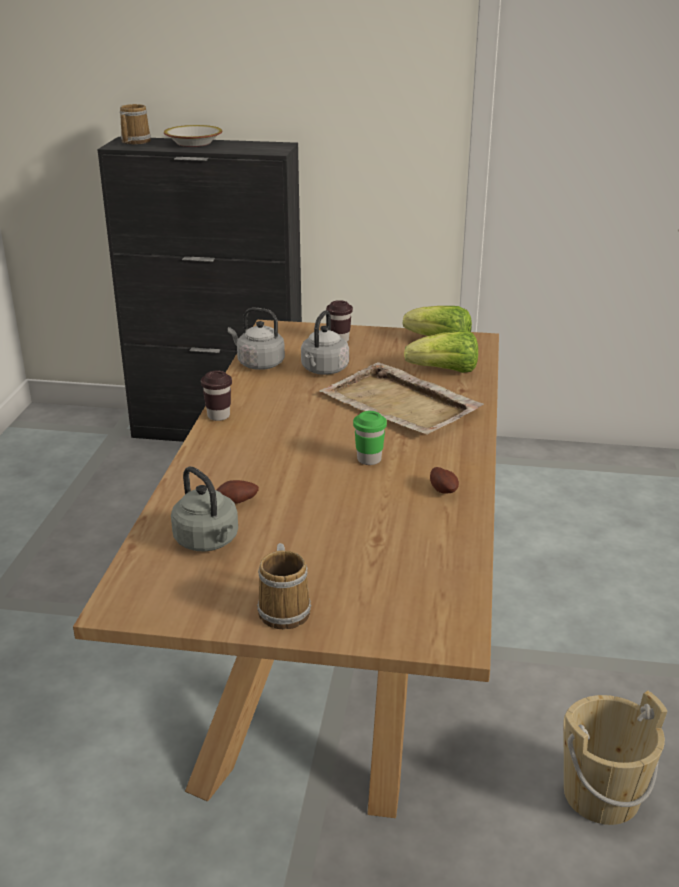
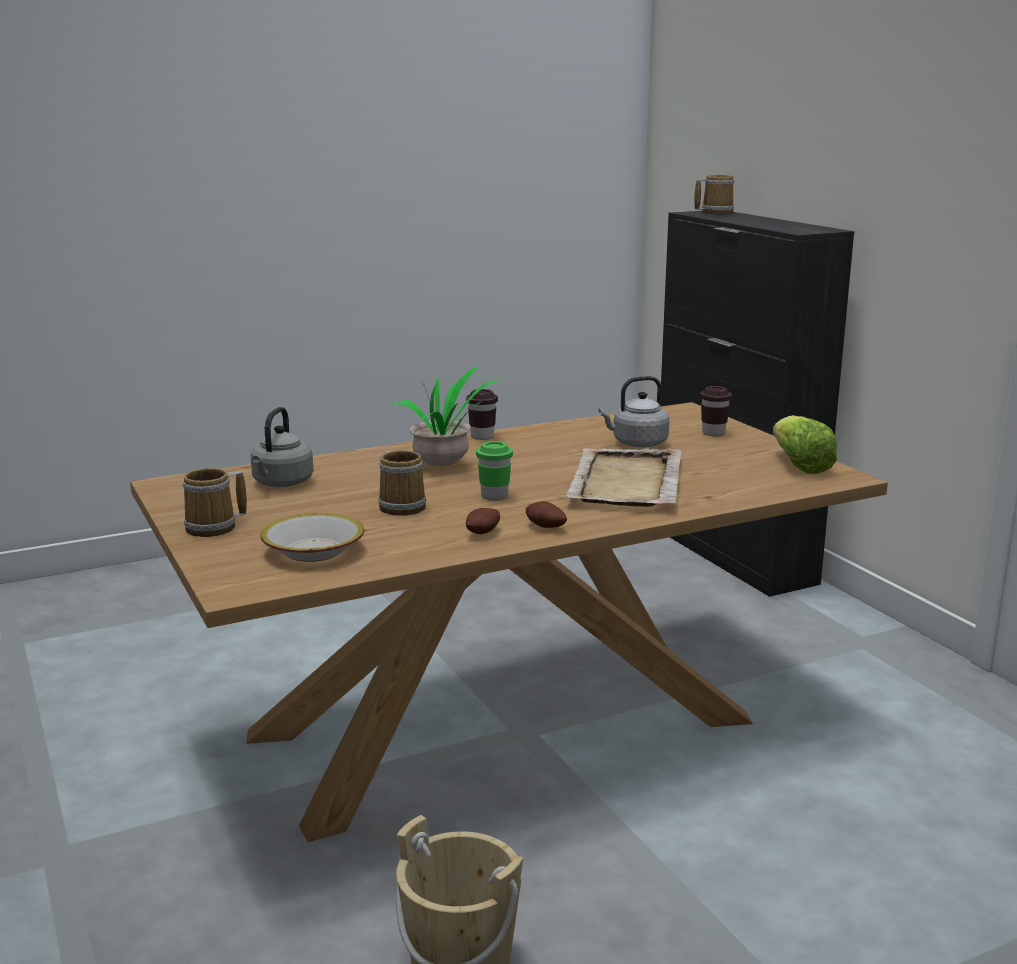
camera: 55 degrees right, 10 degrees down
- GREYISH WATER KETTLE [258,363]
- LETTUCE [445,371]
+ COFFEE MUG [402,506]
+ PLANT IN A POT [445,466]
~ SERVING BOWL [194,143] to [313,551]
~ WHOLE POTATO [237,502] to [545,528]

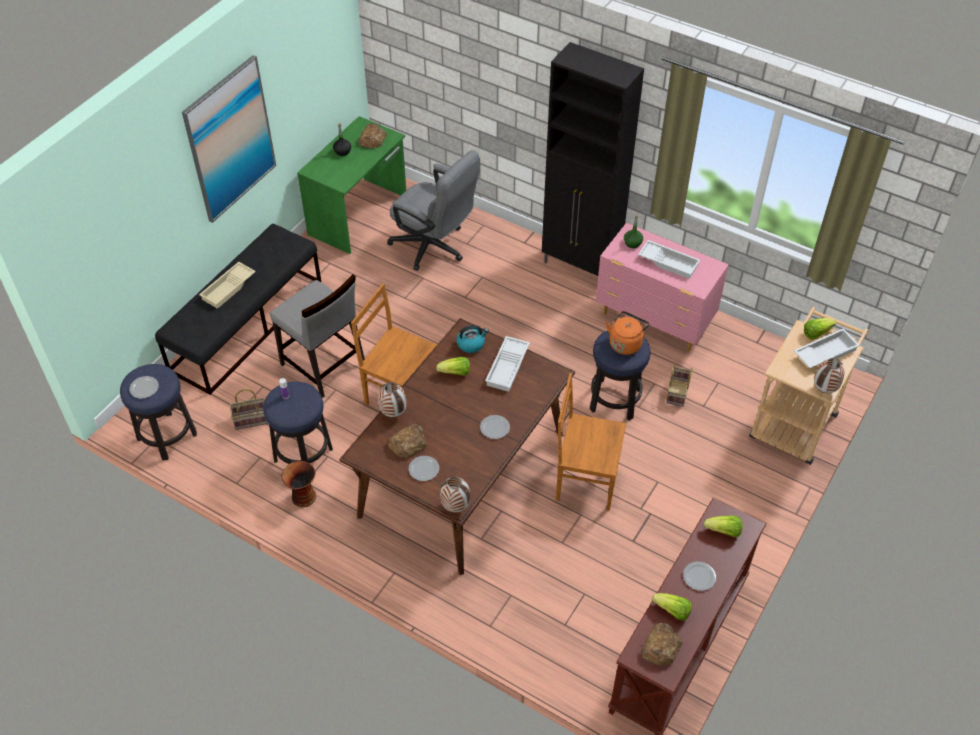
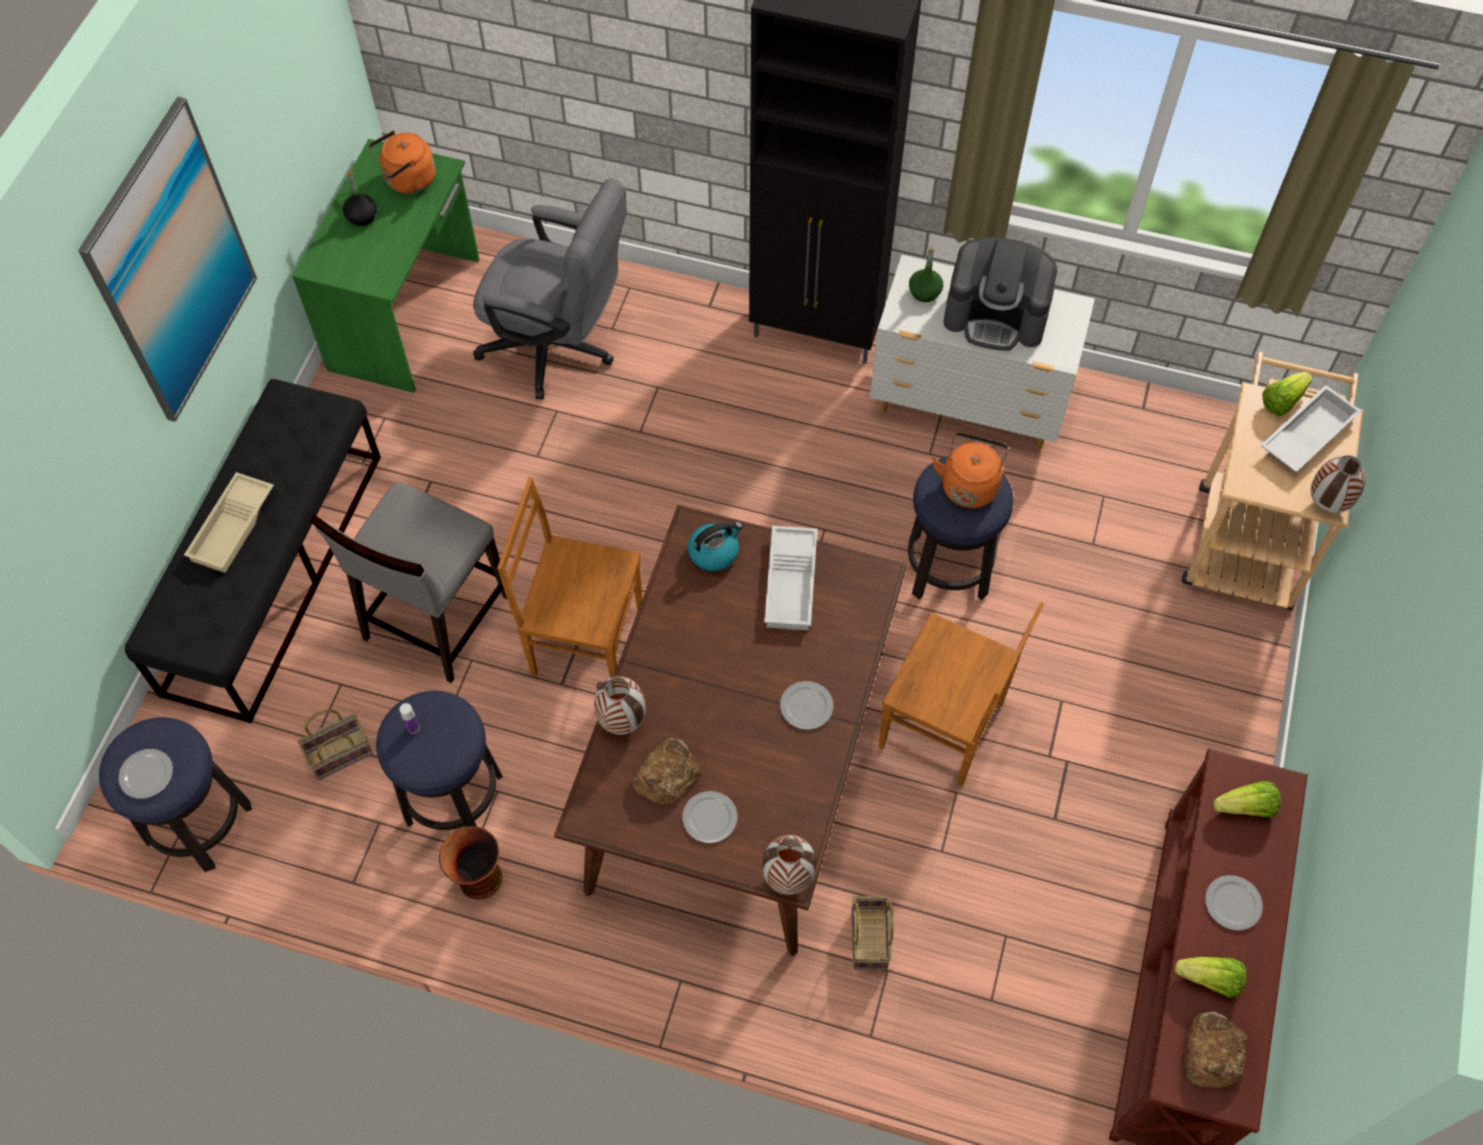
camera: 15 degrees left, 10 degrees up
- LETTUCE [455,373]
~ HOUSEHOLD BASKET [678,393] to [870,941]
~ BAKERY BREAD [372,139] to ORANGE WATER KETTLE [408,181]
~ WHITE-COLOURED SERVING TRAY [669,262] to COFFEE MAKER [996,315]
~ PINK DRESSER [654,321] to WHITE-COLOURED DRESSER [969,407]
~ GREYISH UPRIGHT CHAIR [323,365] = [435,618] 90 degrees clockwise
~ BROWN-COLOURED UPRIGHT CHAIR [585,480] = [944,727] 150 degrees counterclockwise

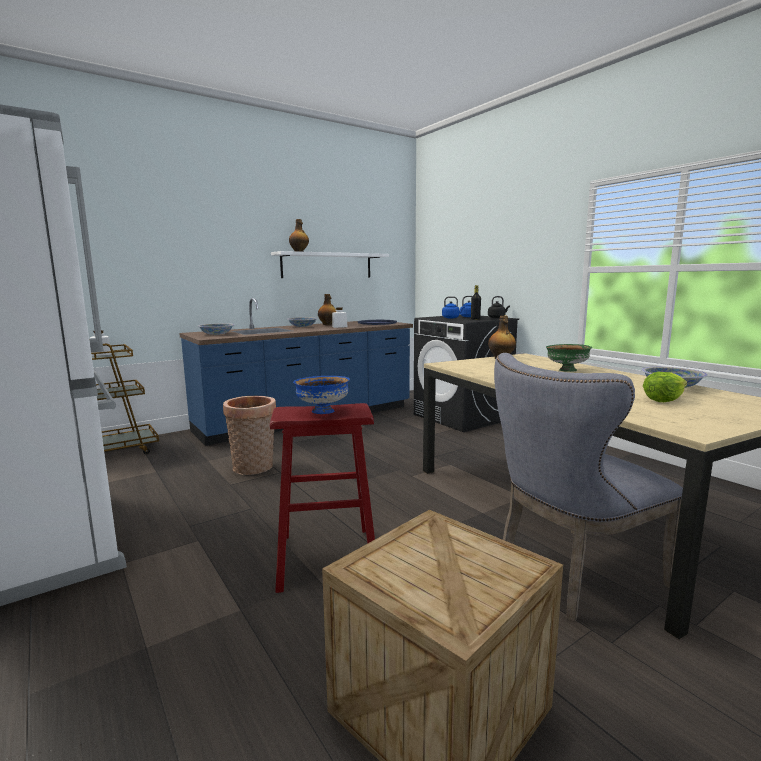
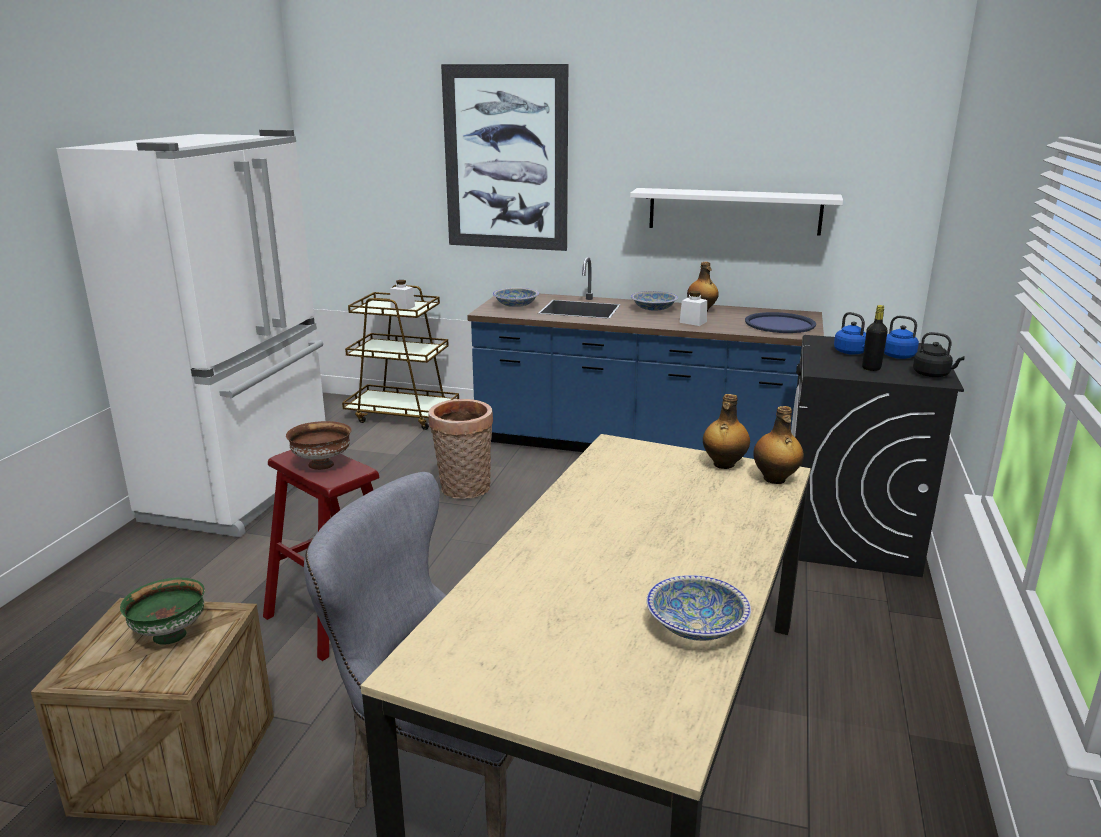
camera: 50 degrees right, 10 degrees up
- LETTUCE [663,399]
+ WALL PICTURE [505,159]
~ BEVERAGE BOTTLE [299,252] to [775,479]
~ GREEN-COLOURED SERVING BOWL [566,370] to [169,635]
~ BLUISH SERVING BOWL [322,411] to BROWN-COLOURED SERVING BOWL [321,464]

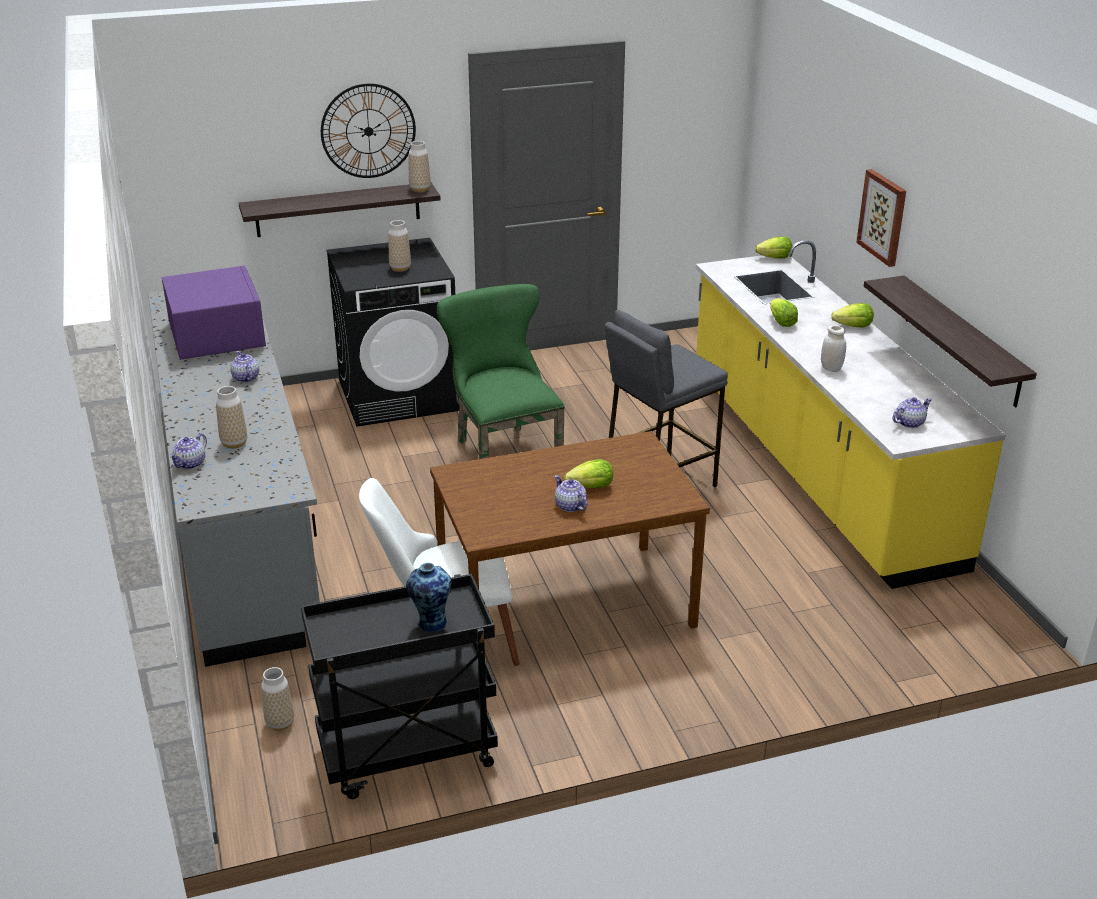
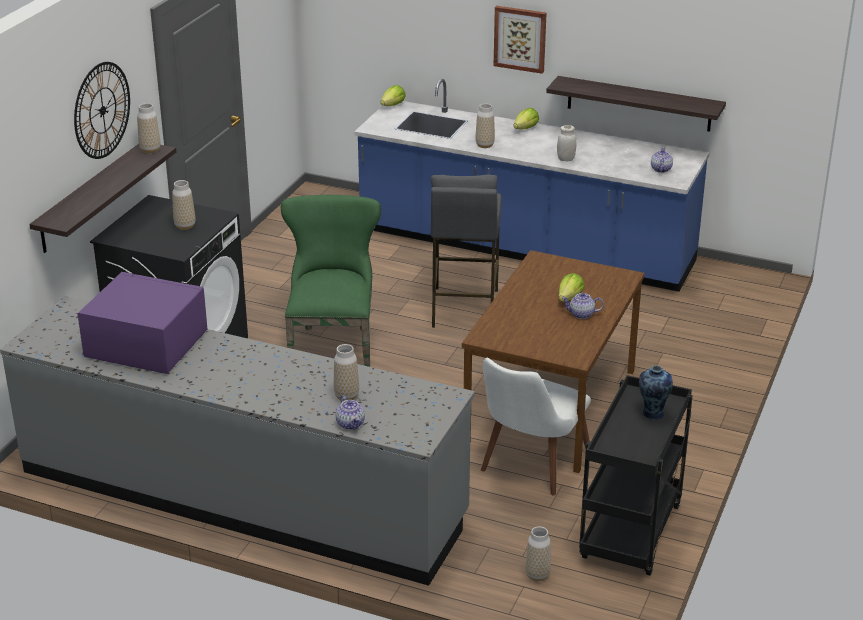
camera: 50 degrees left, 0 degrees up
- TEA POT [245,378]
~ LETTUCE [781,322] to VASE [484,145]
~ YELLOWISH KITCHEN BASE UNIT [815,466] to BLUISH KITCHEN BASE UNIT [525,247]
~ GREEN-COLOURED UPRIGHT CHAIR [502,451] = [333,346] 75 degrees clockwise

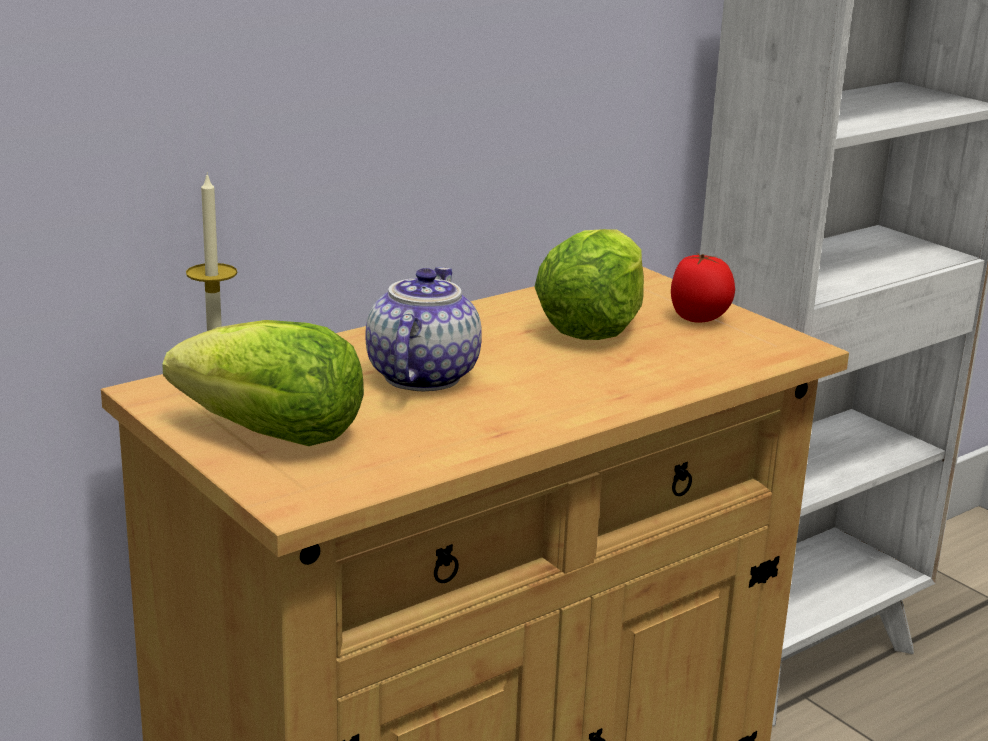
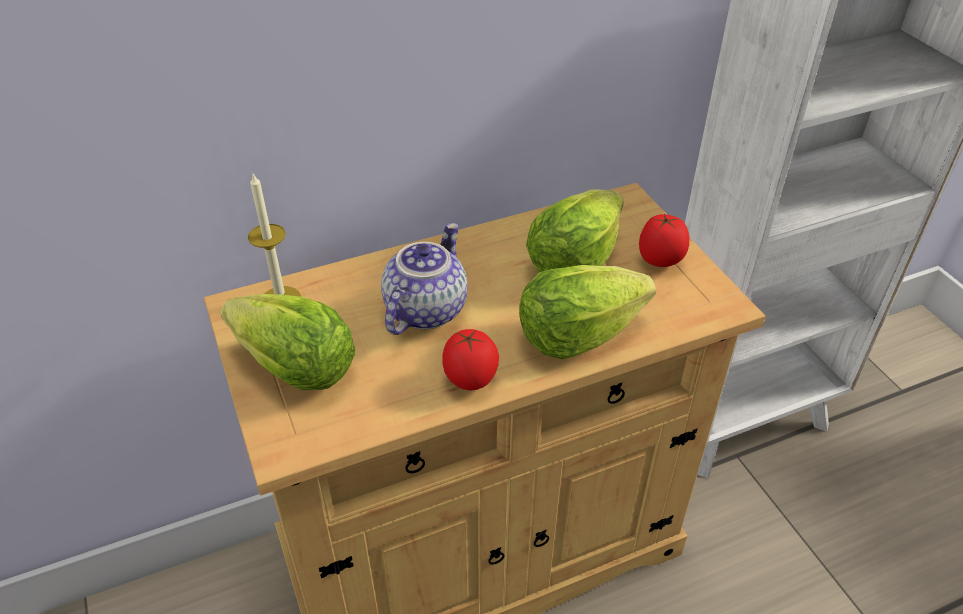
camera: 15 degrees right, 20 degrees up
+ FRESH TOMATO [470,380]
+ LETTUCE [577,335]

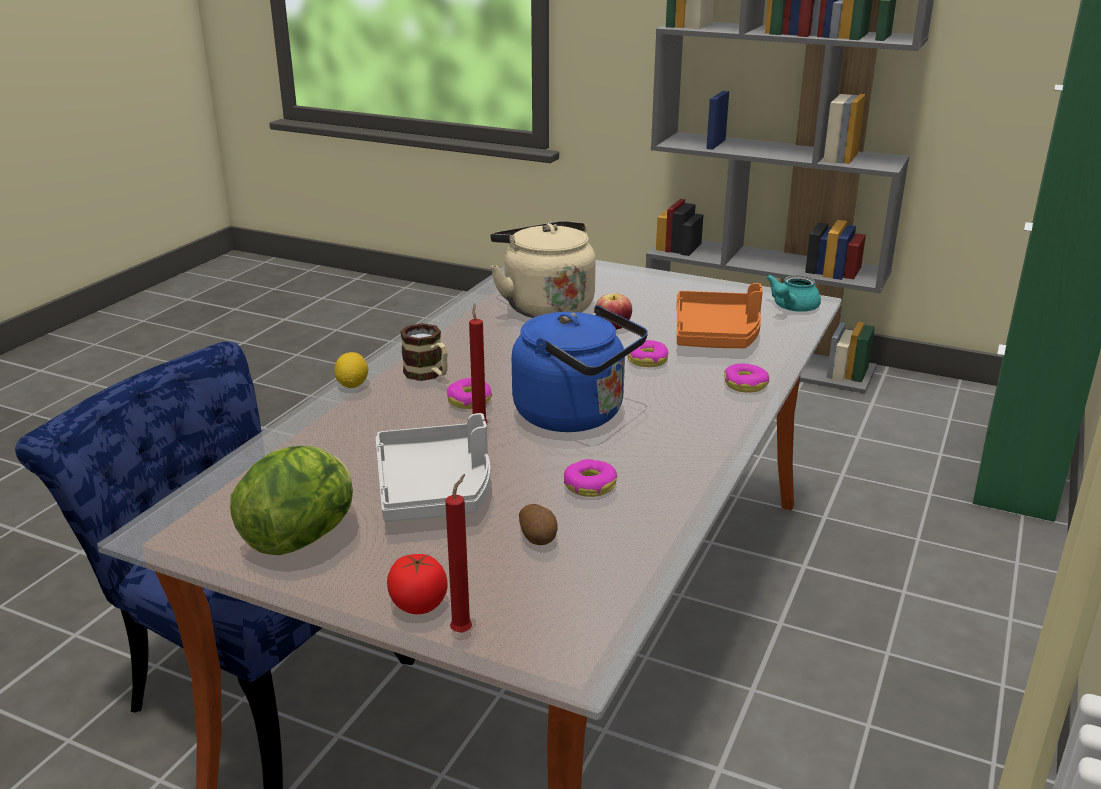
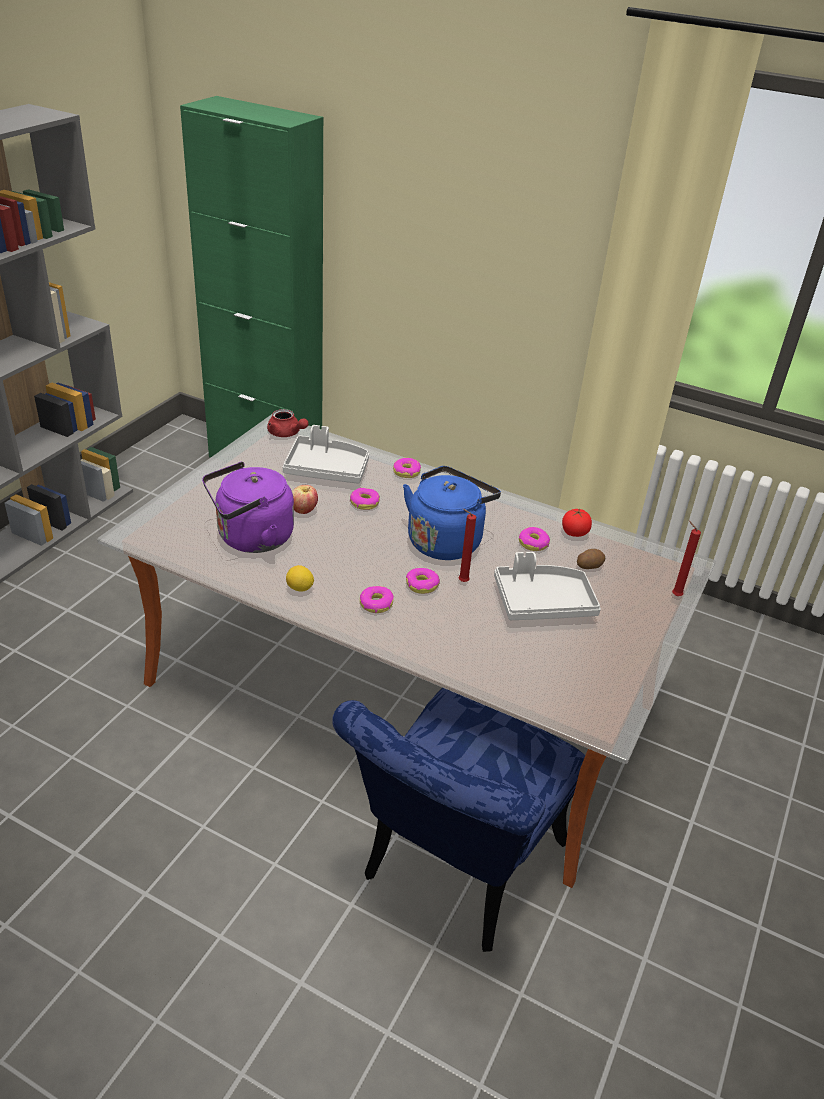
camera: 90 degrees left, 10 degrees up
- LETTUCE [302,537]
~ WHOLE LEMON [352,385] to [299,588]
~ FRESH TOMATO [418,604] to [574,533]
~ COFFEE MUG [428,374] to DOUGHNUT [376,604]
~ BEIGE-COLOURED WATER KETTLE [545,306] to PURPLE-COLOURED WATER KETTLE [251,538]
~ ORANGE SERVING TRAY [717,334] to GREYISH SERVING TRAY [326,469]
~ BLUE-GREEN TEA POT [791,308] to RED TEA POT [286,434]

